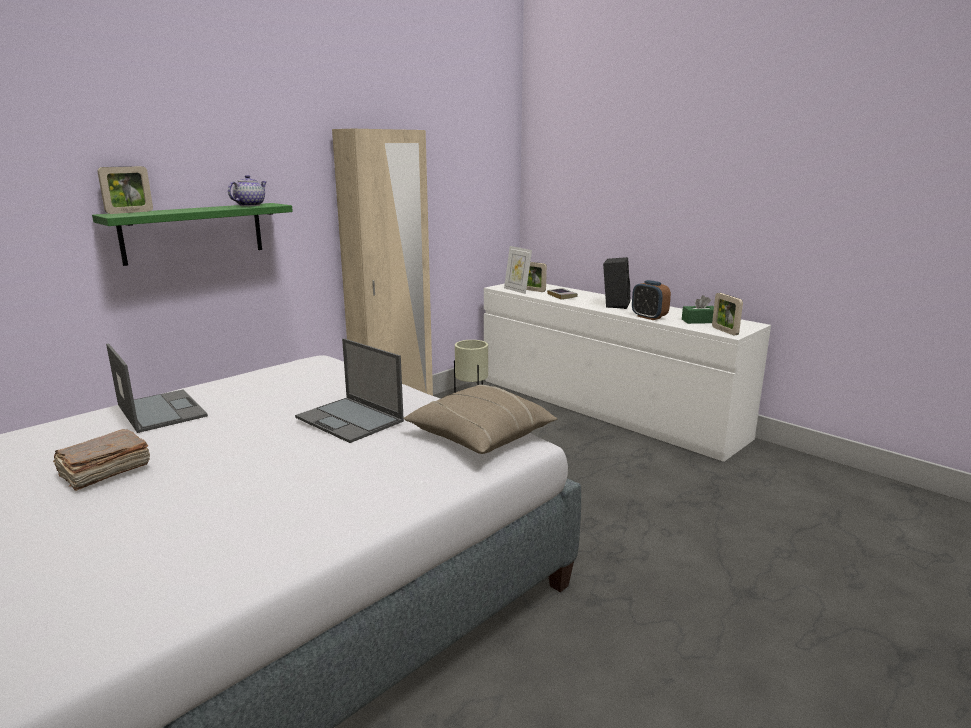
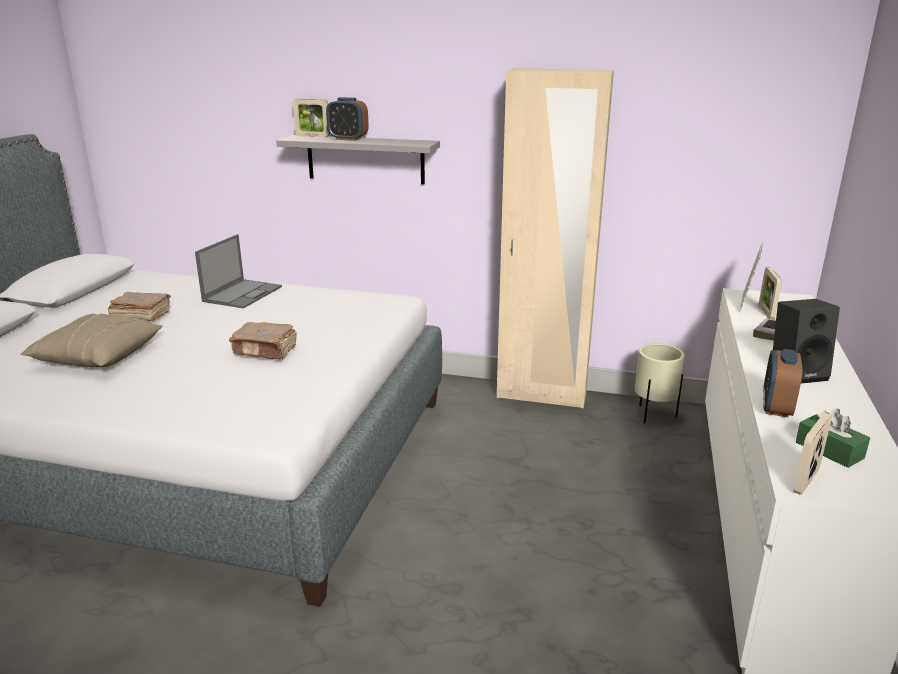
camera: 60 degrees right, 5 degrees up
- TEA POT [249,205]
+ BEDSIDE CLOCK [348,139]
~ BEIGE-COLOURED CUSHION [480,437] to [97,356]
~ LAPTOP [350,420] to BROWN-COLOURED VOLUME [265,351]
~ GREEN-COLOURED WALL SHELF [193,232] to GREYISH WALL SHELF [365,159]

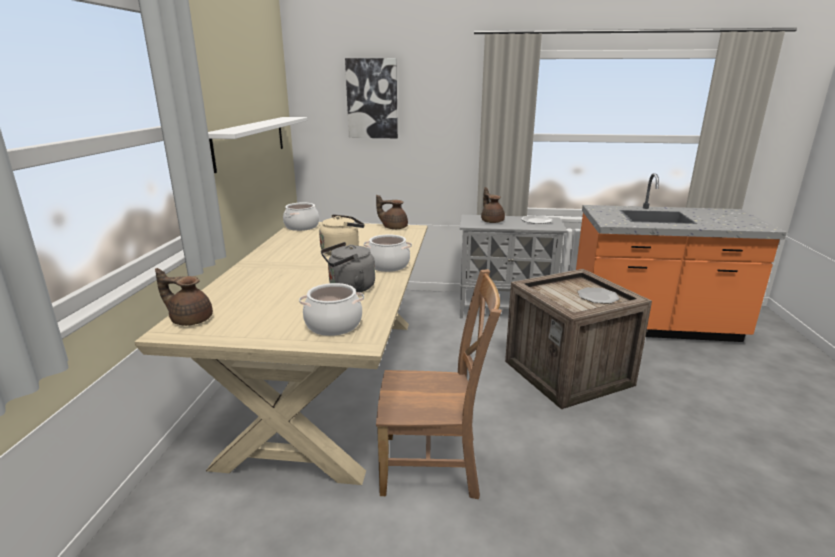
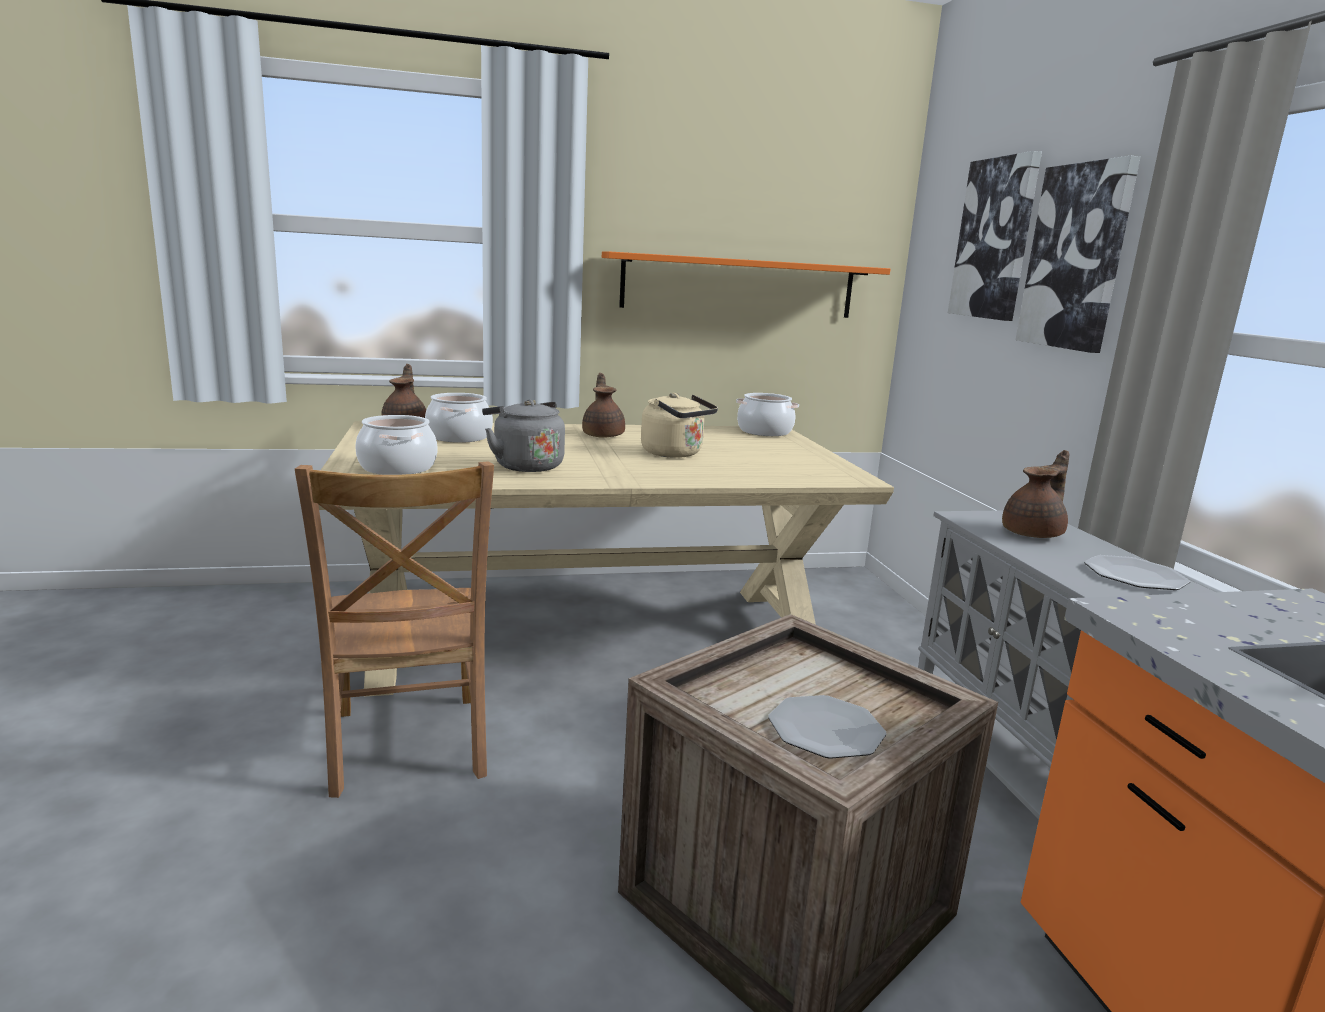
camera: 70 degrees right, 5 degrees down
+ WALL PICTURE [1077,257]
~ STOCKPOT [387,265] to [459,437]
~ BROWN-COLOURED TEA POT [394,227] to [603,435]
~ WHITE-COLOURED WALL SHELF [250,141] to ORANGE WALL SHELF [739,286]

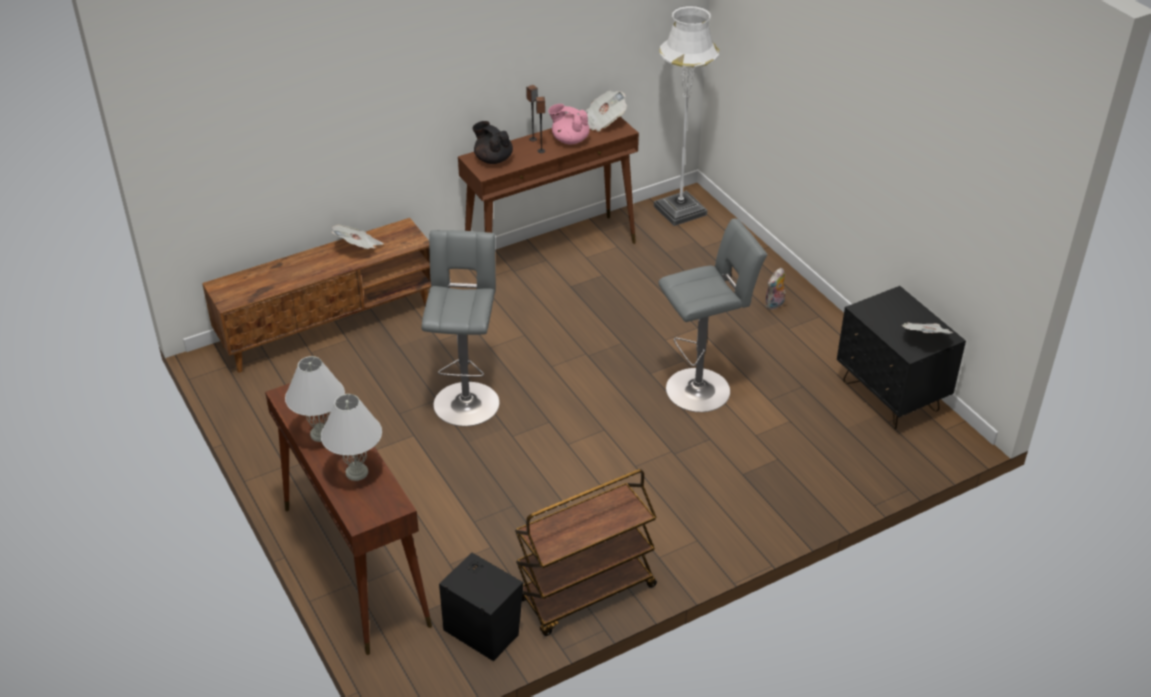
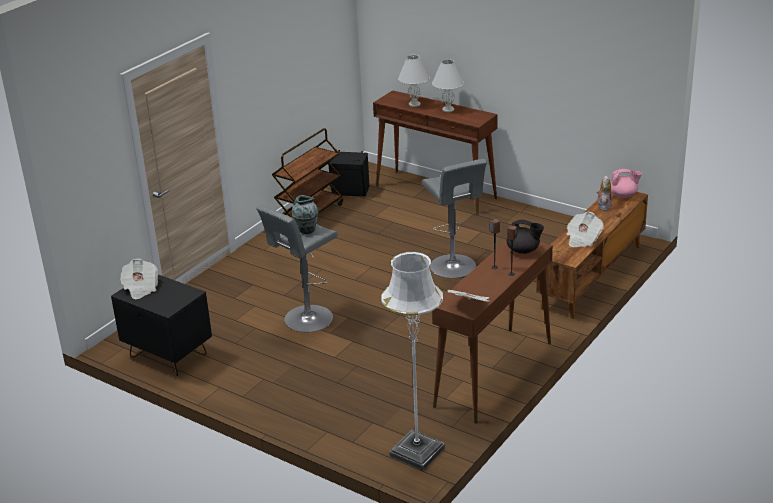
camera: 155 degrees right, 10 degrees down
+ VASE [306,230]
~ PINK TEA POT [569,140] to [623,195]
~ PLUSH TOY [774,305] to [603,206]

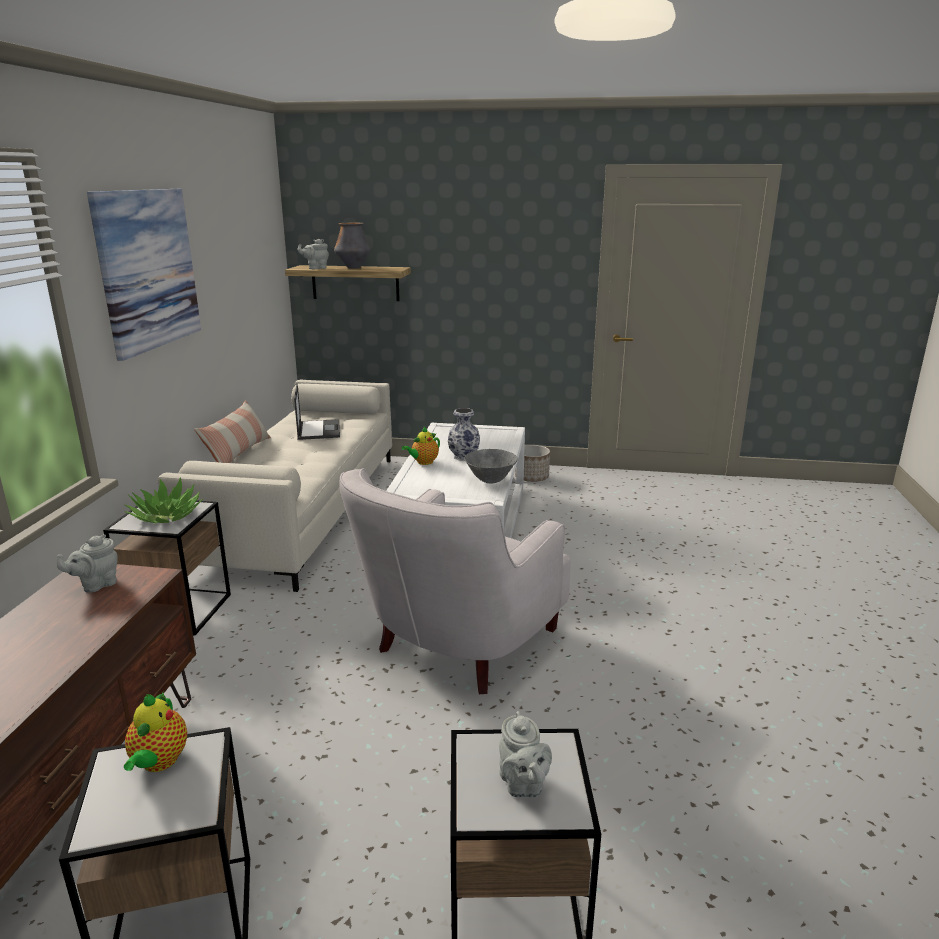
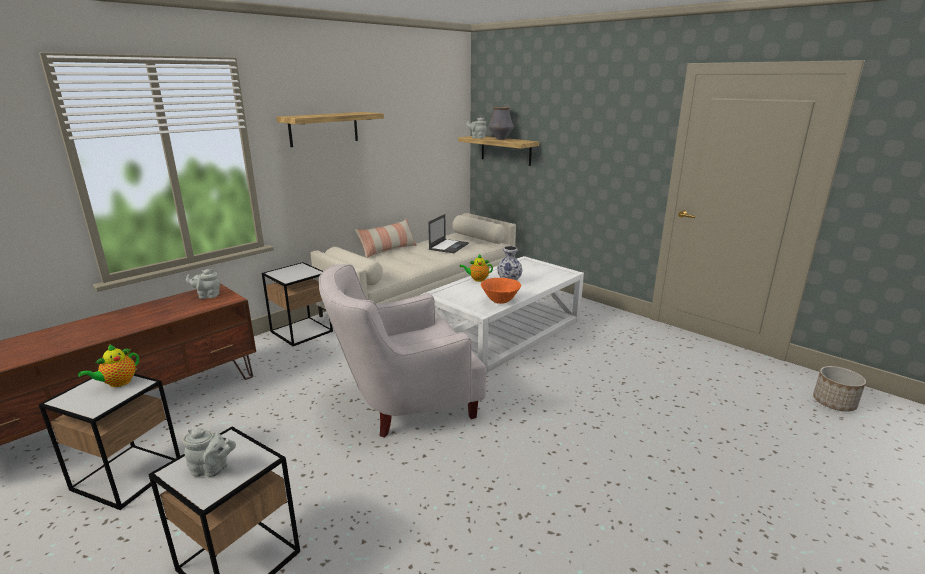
camera: 35 degrees right, 0 degrees up
- PLANT IN A POT [166,516]
~ PLANTER [532,477] to [834,403]
~ WALL PICTURE [148,269] to WALL SHELF [324,129]
~ GREYISH SERVING BOWL [490,480] to ORANGE SERVING BOWL [500,301]
~ GREYISH TEA POT [522,785] = [212,469] 105 degrees counterclockwise

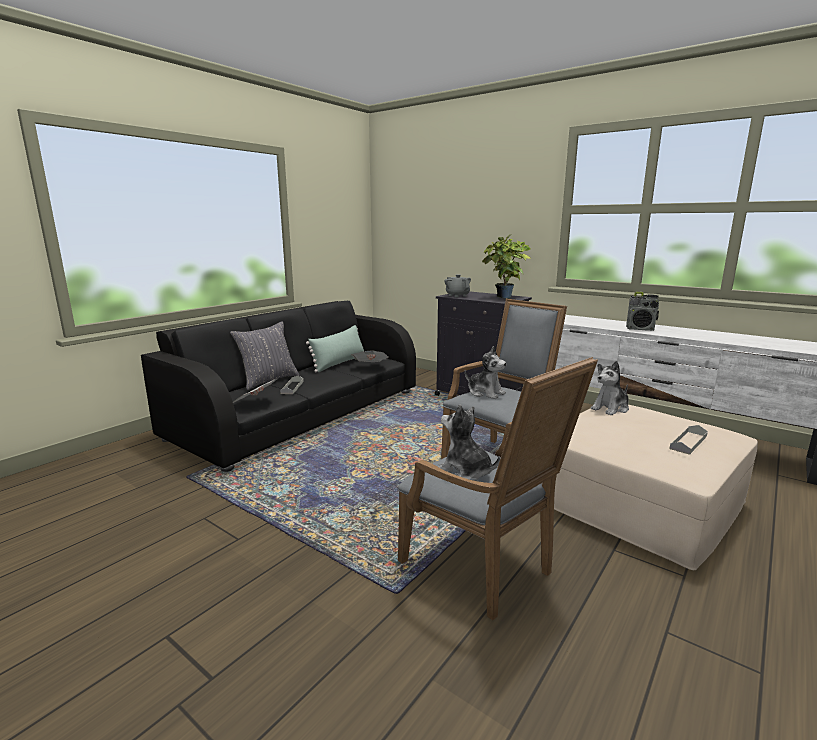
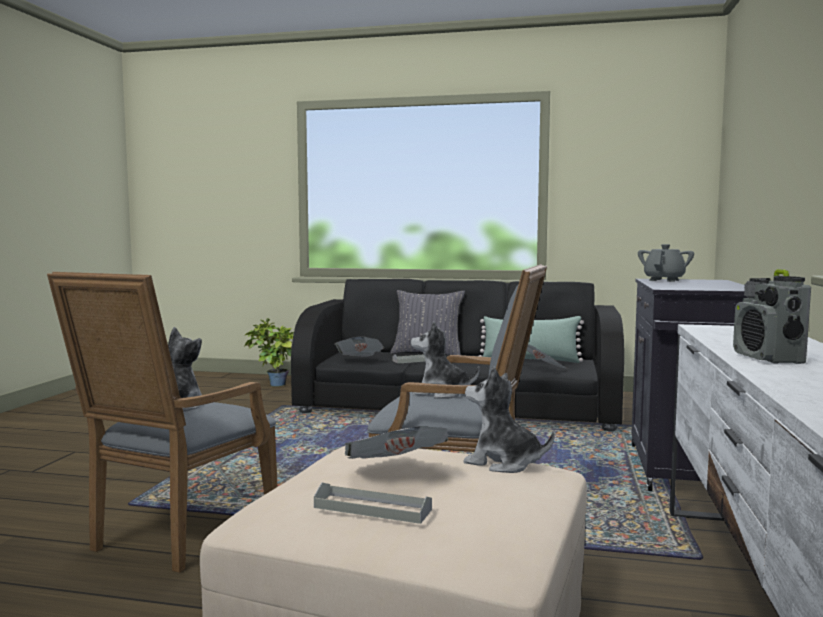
camera: 65 degrees right, 10 degrees down
+ DAILY PAPER [395,473]
~ PLANT IN A POT [504,298] to [273,385]
~ PLUSH TOY [485,393] = [441,393] 90 degrees clockwise

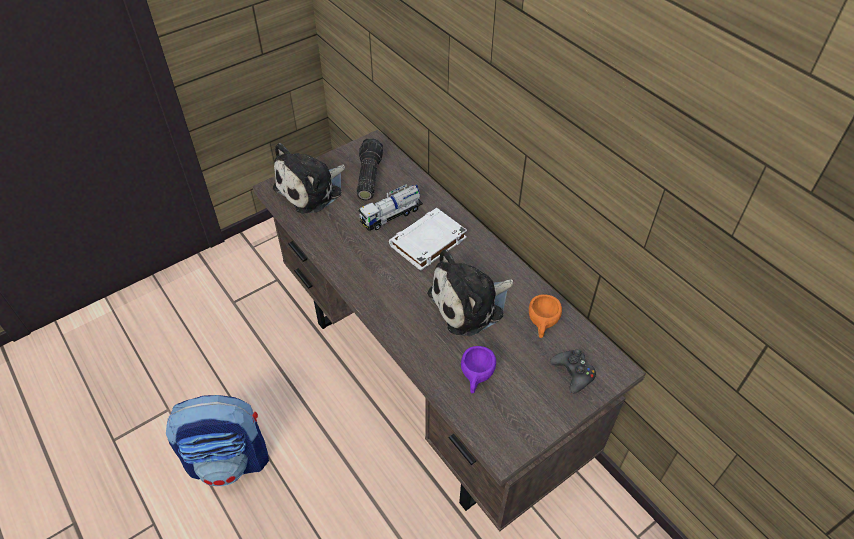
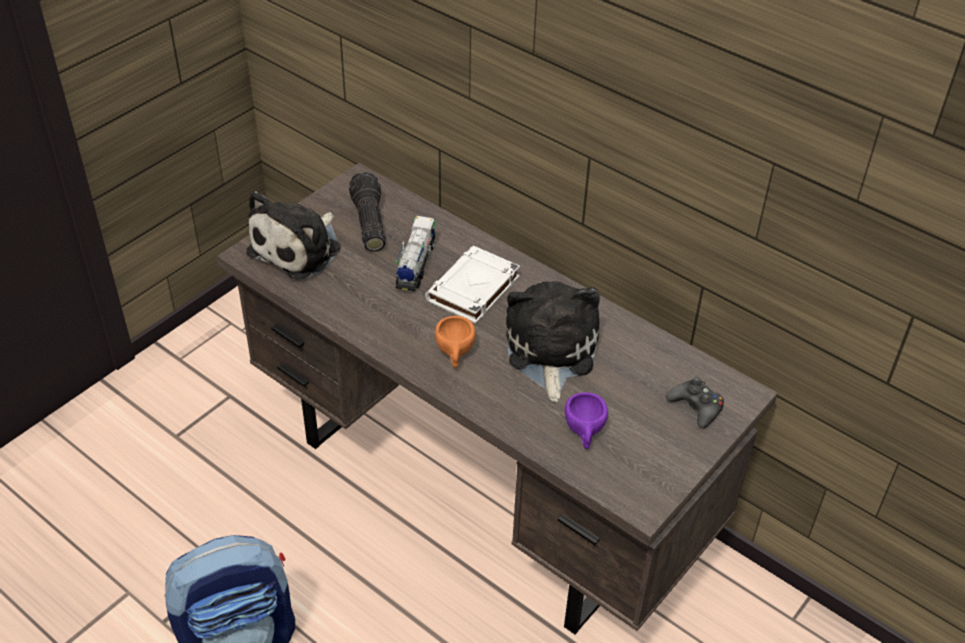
camera: 15 degrees left, 5 degrees down
~ ORANGE DRINKING CUP [542,324] to [455,353]
~ TOY TRUCK [391,215] = [415,265] 150 degrees clockwise
~ PLUSH TOY [470,304] = [550,352] 135 degrees clockwise

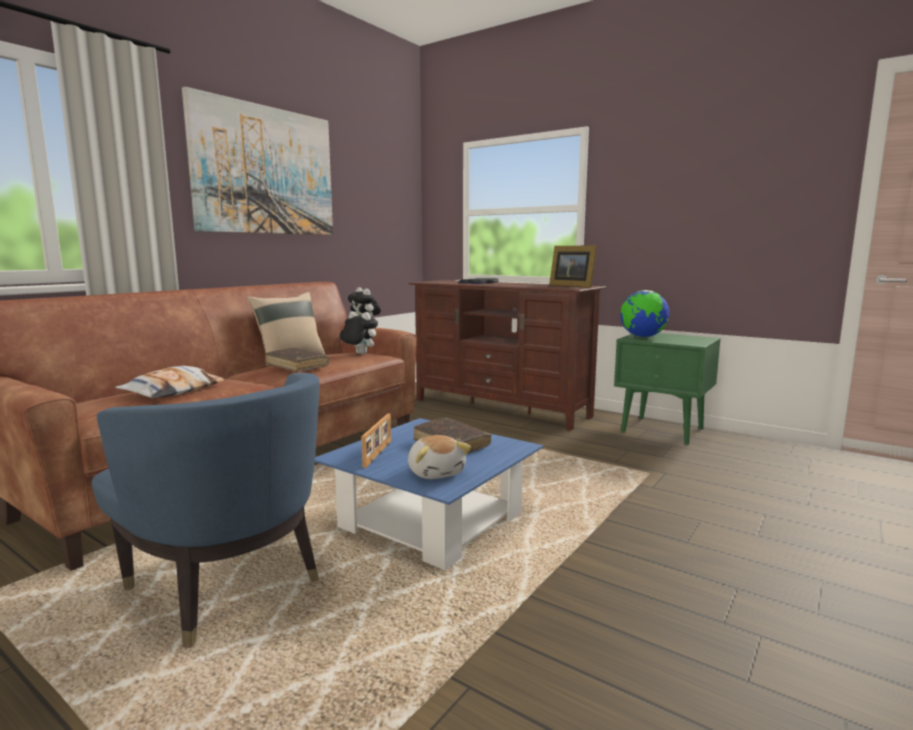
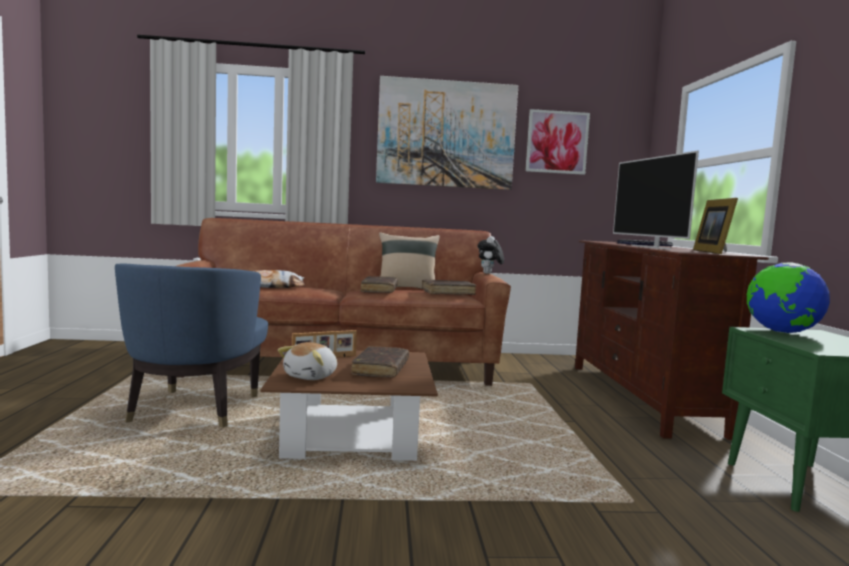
camera: 50 degrees right, 5 degrees down
+ WALL PICTURE [557,142]
+ TV SET [651,247]
~ PLUSH TOY [359,354] to BROWN-COLOURED VOLUME [448,293]
~ BLUISH LOW TABLE [431,521] to BROWN-COLOURED LOW TABLE [352,435]

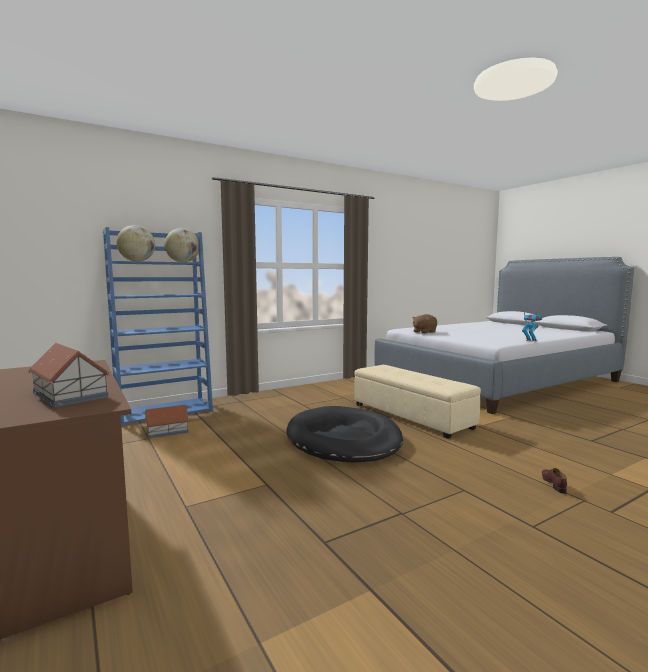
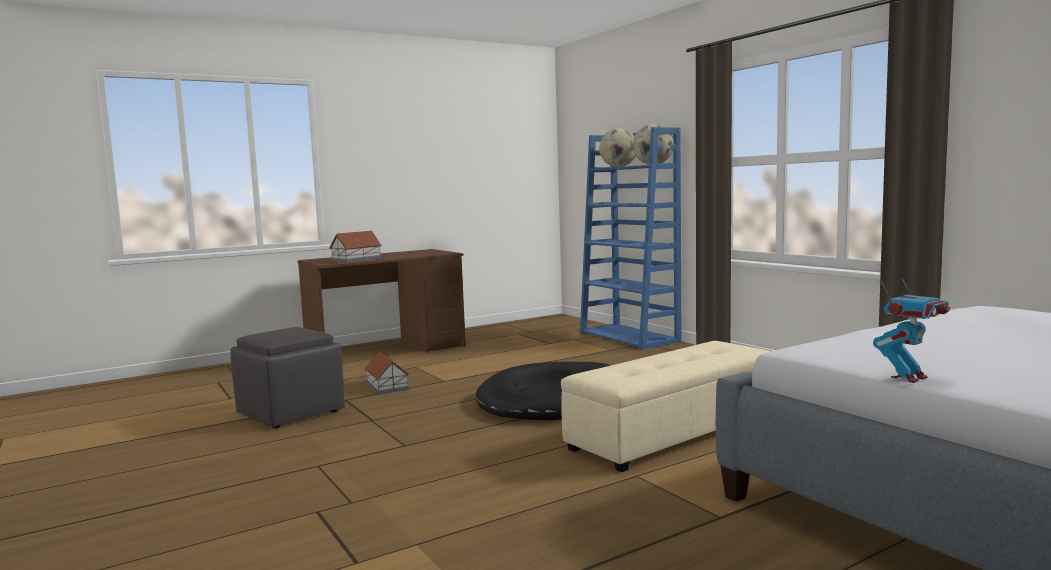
camera: 90 degrees right, 0 degrees up
- BROWN-COLOURED PLUSH TOY [424,332]
- BROWN-COLOURED SHOE [553,483]
+ GREYISH POUFFE [291,412]
~ TOY HOUSE [167,431] to [387,386]

